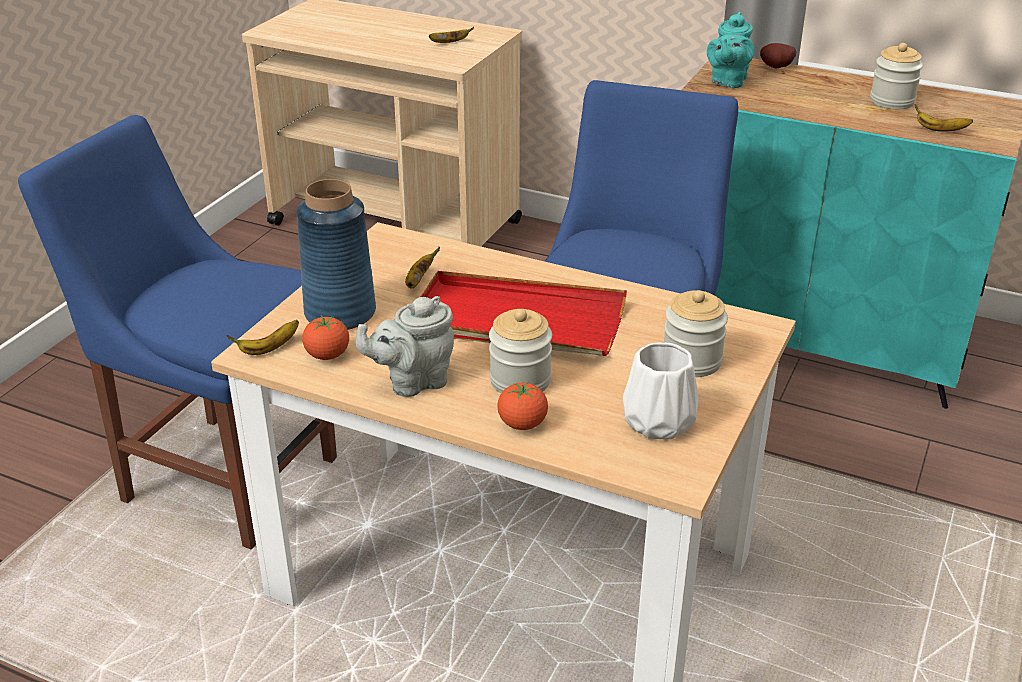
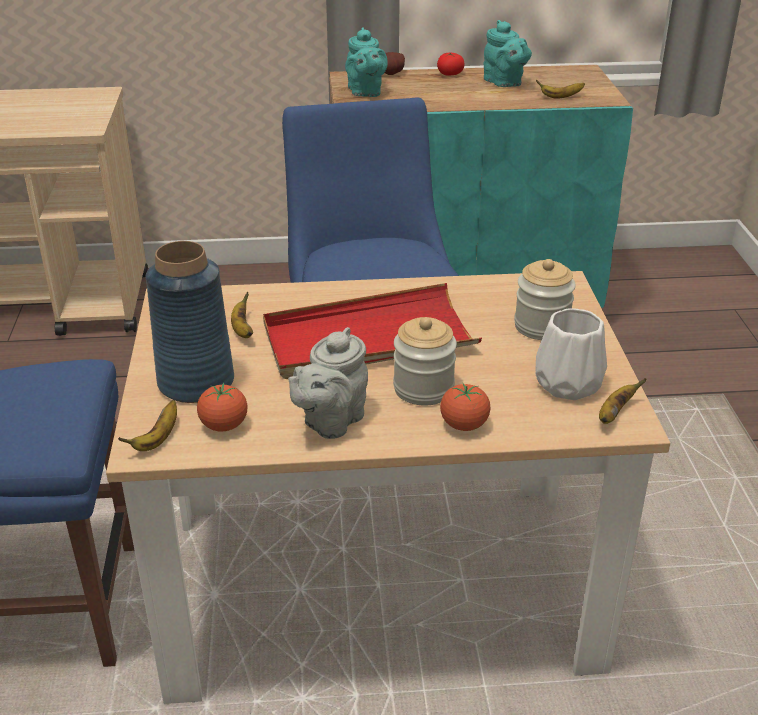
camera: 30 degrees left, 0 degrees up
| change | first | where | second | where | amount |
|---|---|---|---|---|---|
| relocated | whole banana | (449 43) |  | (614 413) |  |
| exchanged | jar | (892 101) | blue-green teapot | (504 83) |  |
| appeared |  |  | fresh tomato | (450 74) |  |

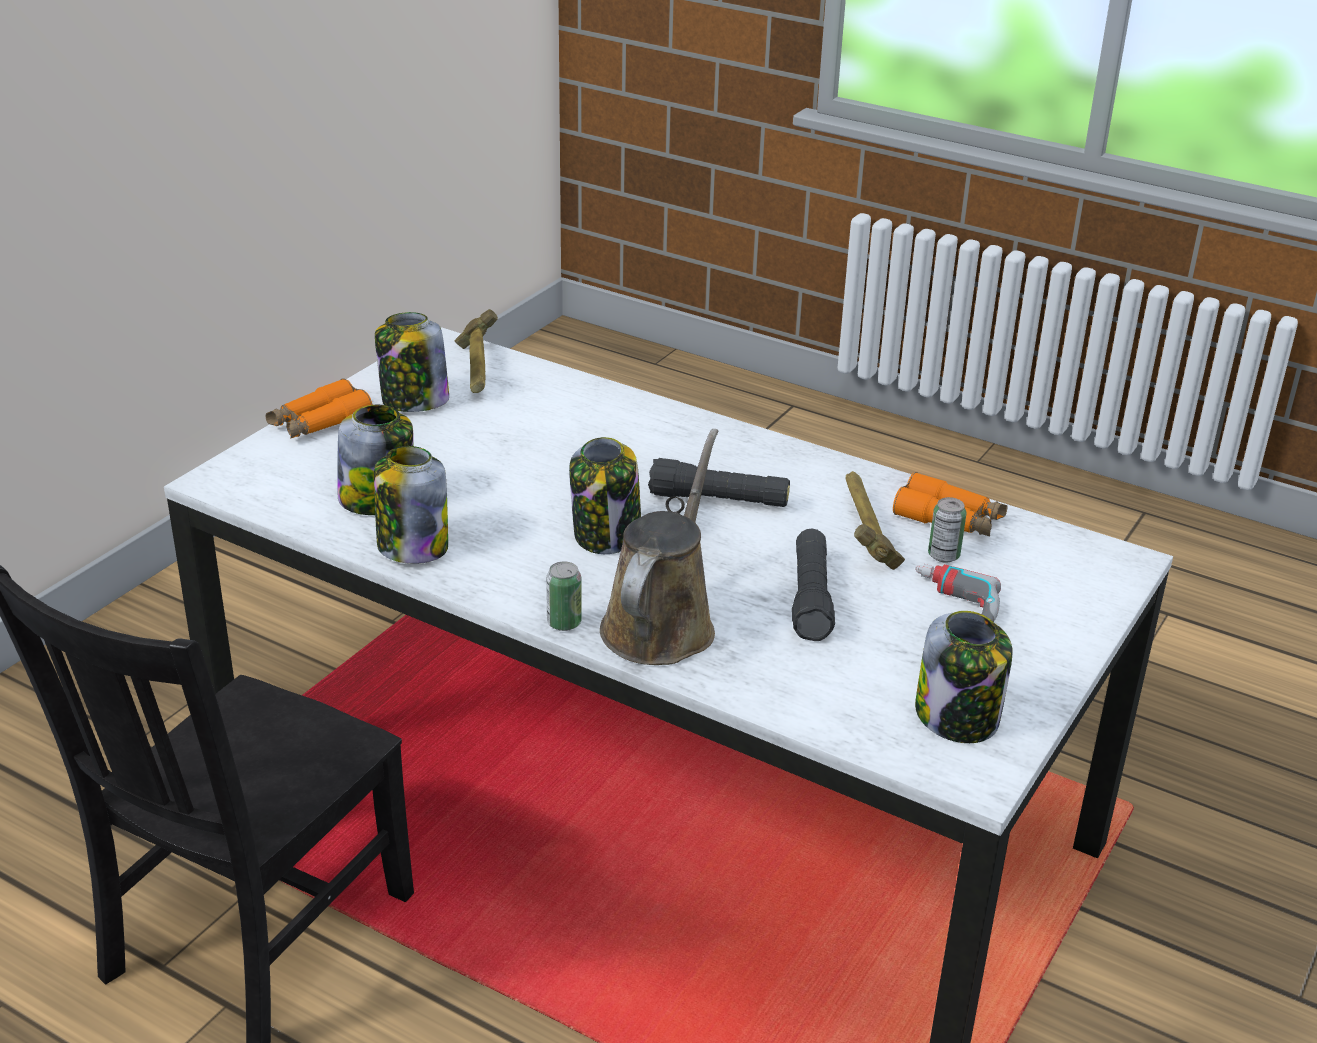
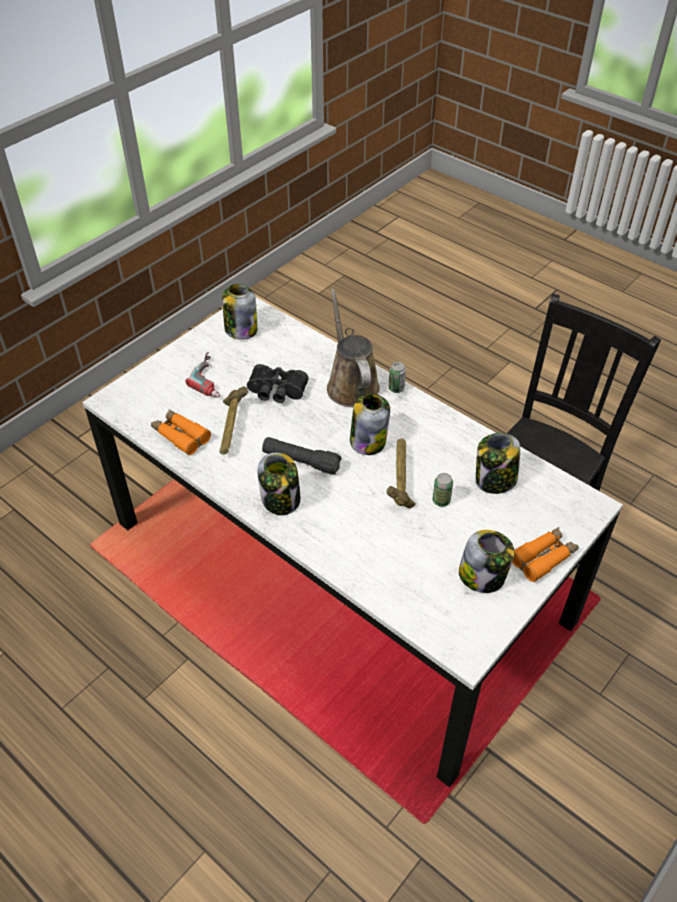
camera: 170 degrees left, 15 degrees up
| change | first | where | second | where | amount |
|---|---|---|---|---|---|
| relocated | jar | (412 547) |  | (281 500) |  |
| relocated | tool hammer | (477 373) |  | (401 479) |  |
| spun | brown-coloured watering pot | (661 623) |  | (351 384) | 135 degrees clockwise |
| exchanged | blackish hand torch | (810 598) | blackish pair of binoculars | (276 392) |  |
| relocated | sealed can | (943 555) |  | (441 500) |  |

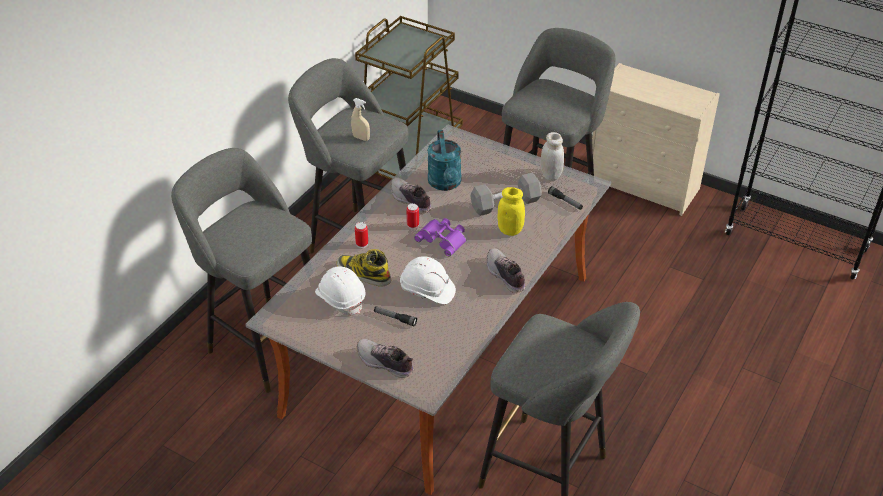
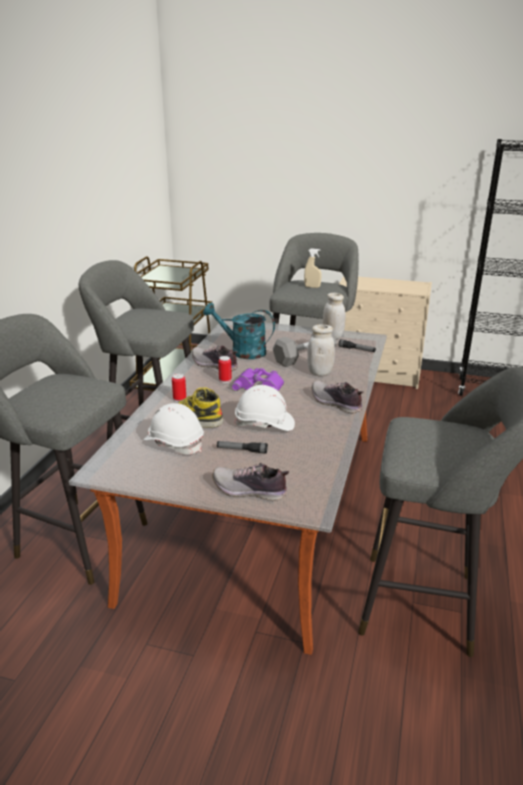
camera: 15 degrees left, 15 degrees down
| change | first | where | second | where | amount |
|---|---|---|---|---|---|
| relocated | beige spray bottle | (361 138) |  | (312 287) |  |
| spun | blue-green watering pot | (446 184) |  | (242 351) | 135 degrees clockwise |
| colour | yellowish jar | (510 230) | white jar | (320 372) |  |

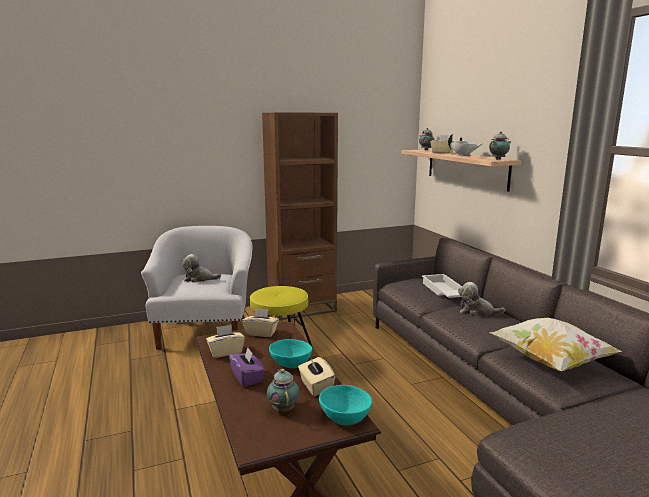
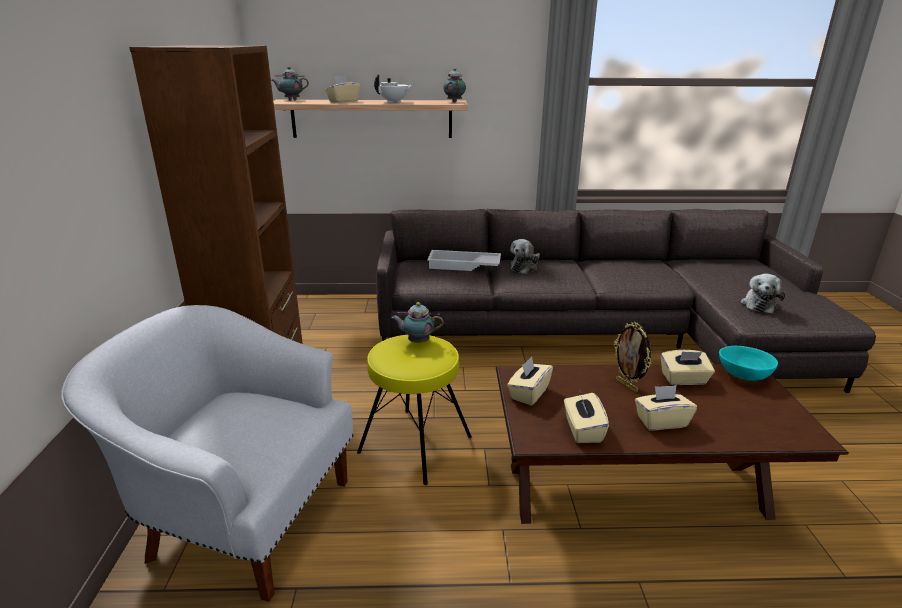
camera: 70 degrees left, 10 degrees up
| change | first | where | second | where | amount |
|---|---|---|---|---|---|
| relocated | soft toy | (199 279) |  | (759 304) |  |
| colour | purple-coloured tissue holder | (247 378) | beige tissue holder | (661 421) |  |
| relocated | teapot | (283 408) |  | (417 341) |  |
| exchanged | blue-green serving bowl | (290 364) | standing frame | (627 386) |  |
| missing | throw pillow | (550 362) |  |  |  |

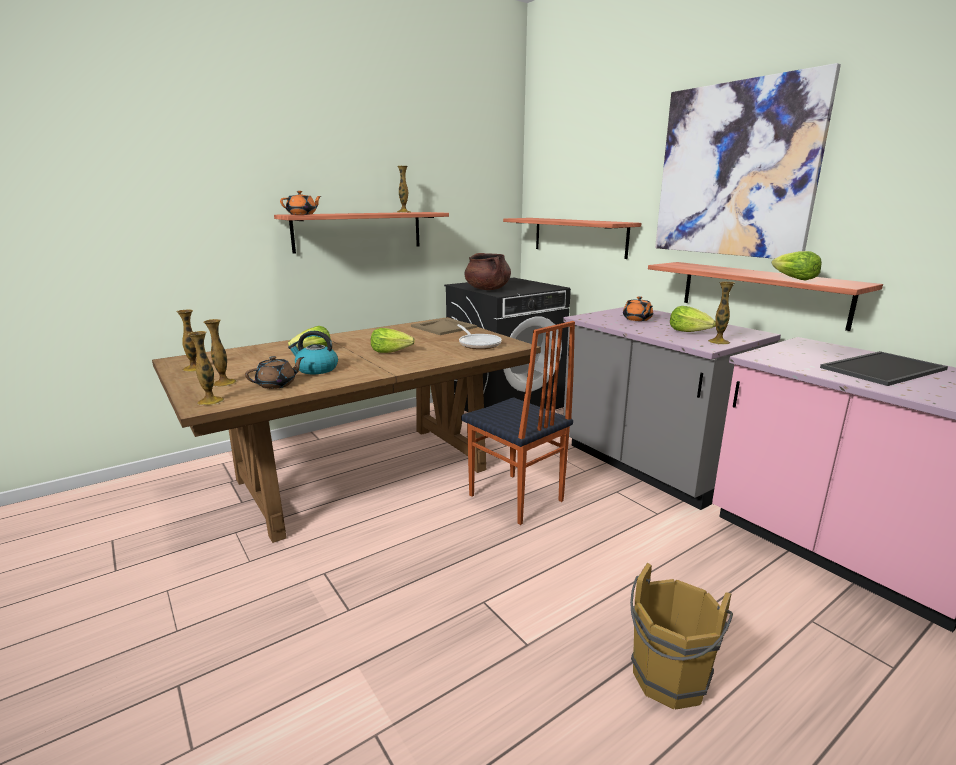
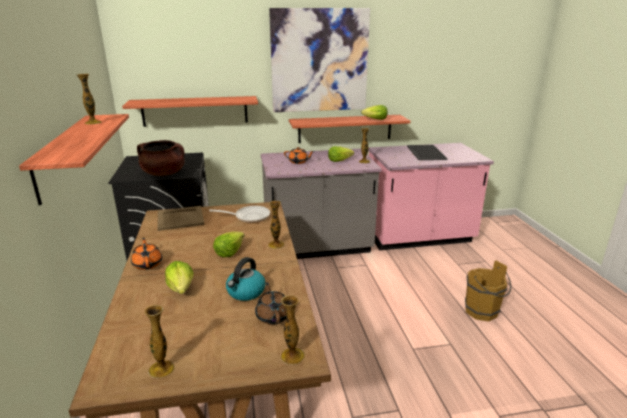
camera: 65 degrees left, 5 degrees up
| change | first | where | second | where | amount |
|---|---|---|---|---|---|
| relocated | vase | (224 383) |  | (276 245) |  |
| relocated | orange teapot | (302 214) |  | (148 264) |  |
| missing | plain chair | (515 499) |  |  |  |

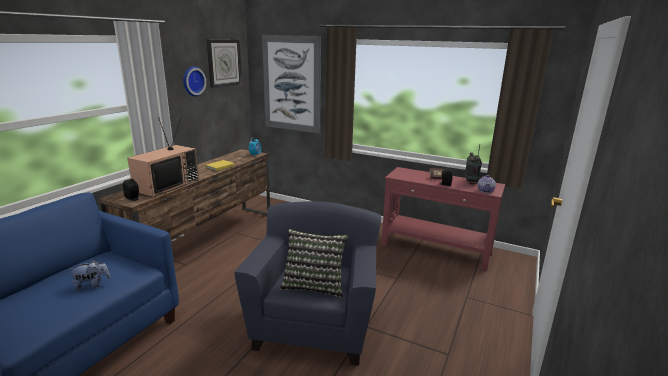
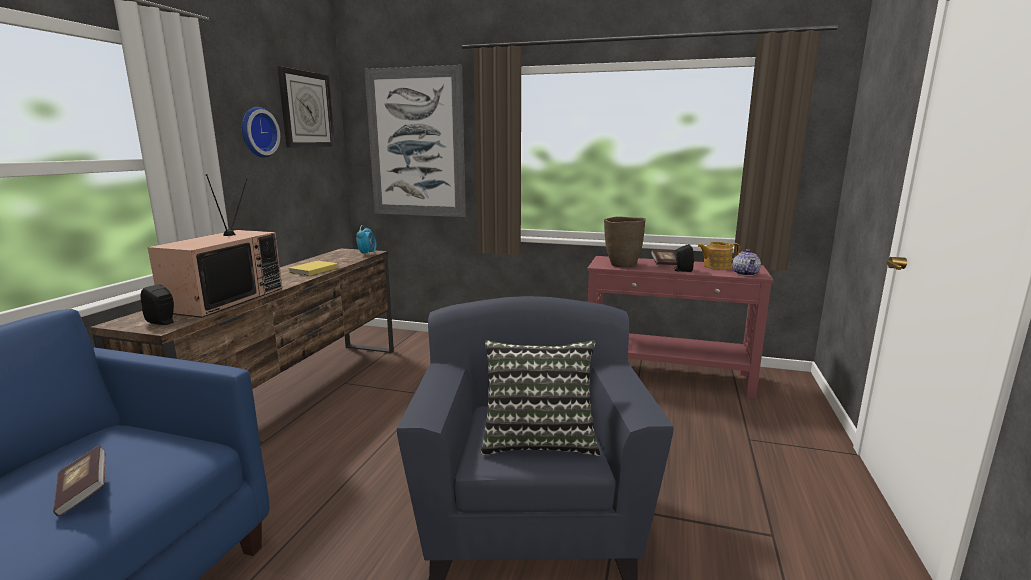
camera: 10 degrees left, 5 degrees down
| change | first | where | second | where | amount |
|---|---|---|---|---|---|
| exchanged | soft toy | (92 285) | book | (83 492) |  |
| exchanged | radio receiver | (471 182) | teapot | (716 266) |  |
| appeared |  |  | brown-coloured vase | (622 265) |  |

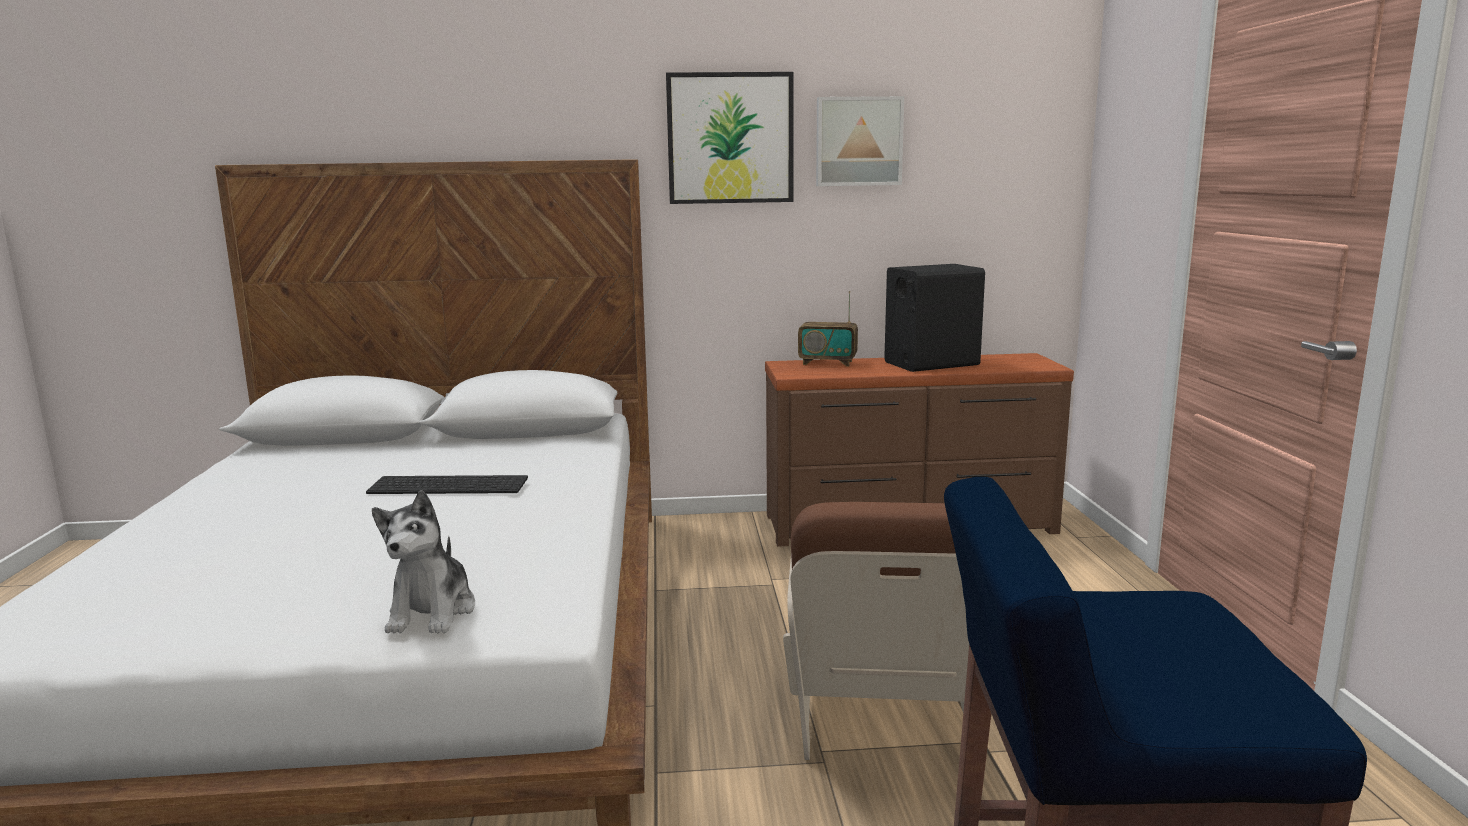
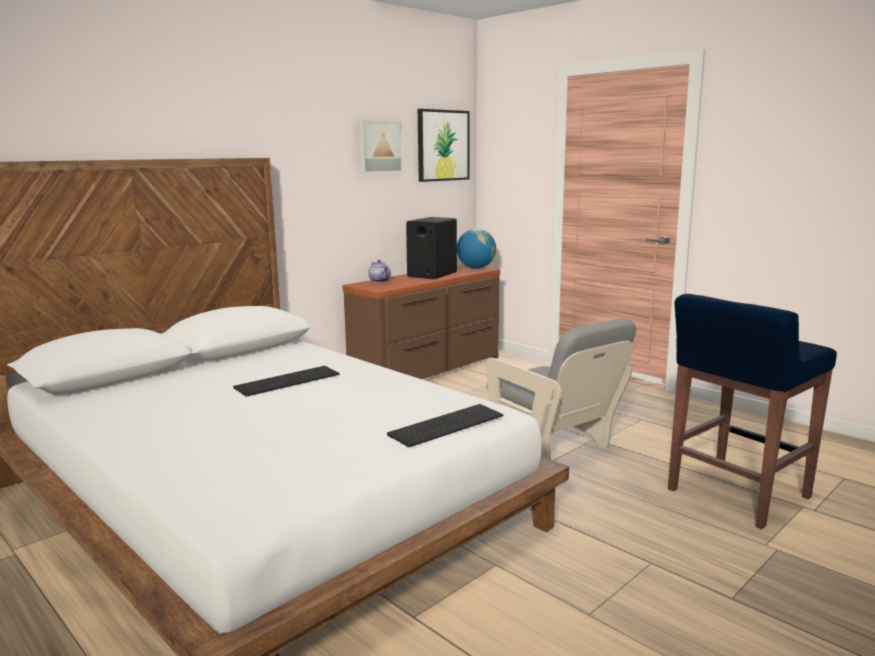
camera: 40 degrees left, 0 degrees up
| change | first | where | second | where | amount |
|---|---|---|---|---|---|
| exchanged | soft toy | (432 612) | PC keyboard | (446 424) |  |
| relocated | wall picture | (730 138) |  | (443 145) |  |
| colour | brown-coloured lounge chair | (886 724) | greyish lounge chair | (554 446) |  |
| exchanged | radio receiver | (827 363) | teapot | (380 281) |  |
| appeared |  |  | globe | (476 268) |  |

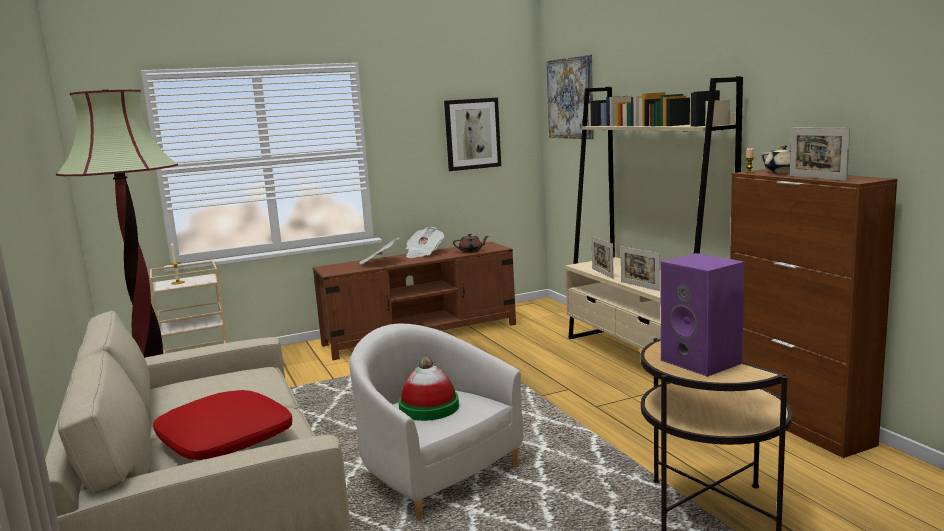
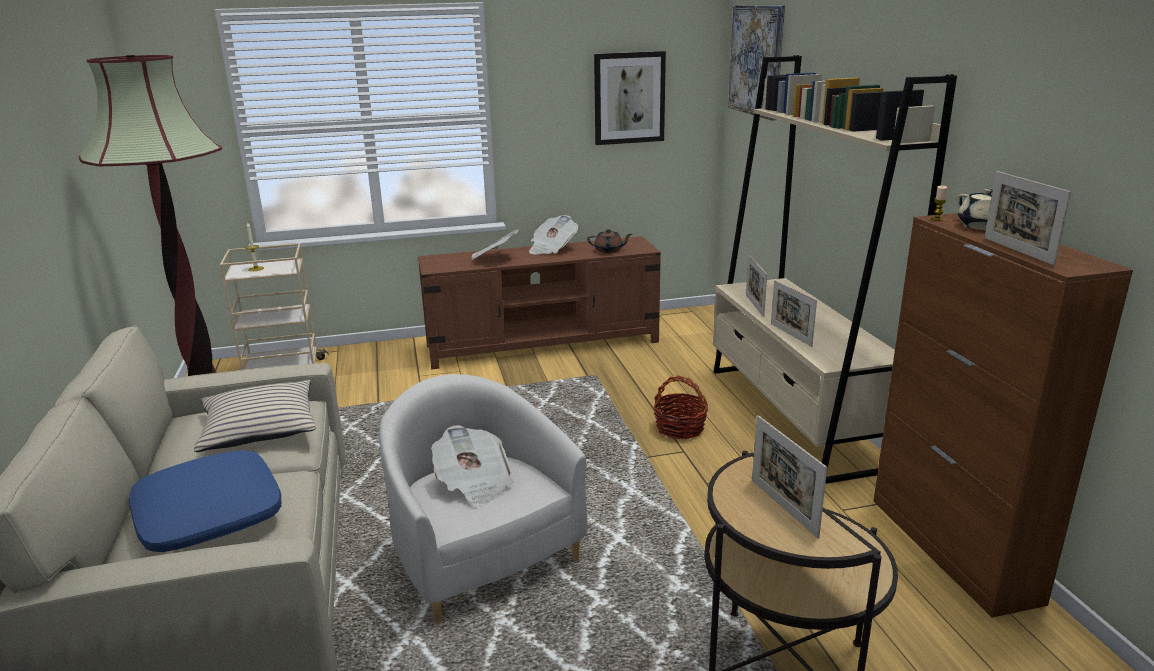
camera: 10 degrees right, 10 degrees up
| change | first | where | second | where | amount |
|---|---|---|---|---|---|
| colour | reddish throw pillow | (224 439) | blue throw pillow | (208 515) |  |
| exchanged | wearable hat | (429 407) | daily paper | (474 484) |  |
| exchanged | purple-coloured speaker | (703 362) | standing frame | (783 508) |  |
| appeared |  |  | beige throw pillow | (259 428) |  |
| appeared |  |  | storage basket | (680 428) |  |

